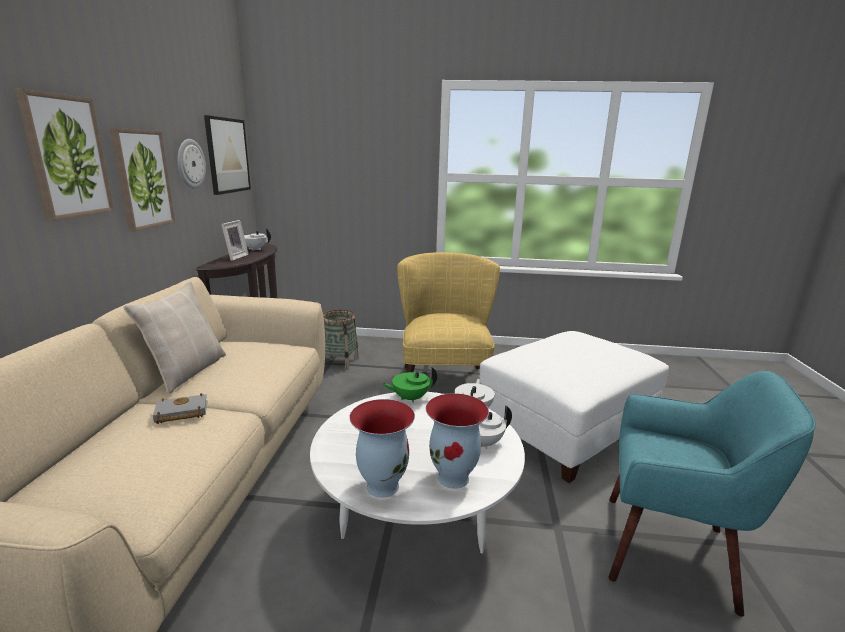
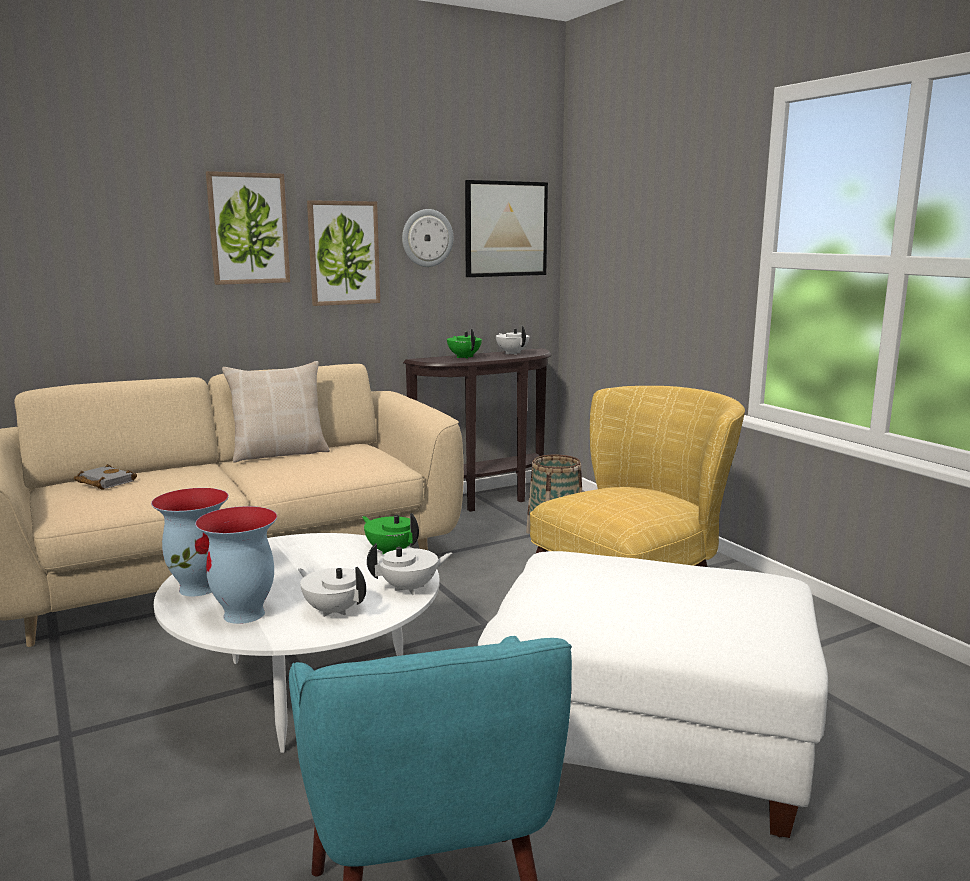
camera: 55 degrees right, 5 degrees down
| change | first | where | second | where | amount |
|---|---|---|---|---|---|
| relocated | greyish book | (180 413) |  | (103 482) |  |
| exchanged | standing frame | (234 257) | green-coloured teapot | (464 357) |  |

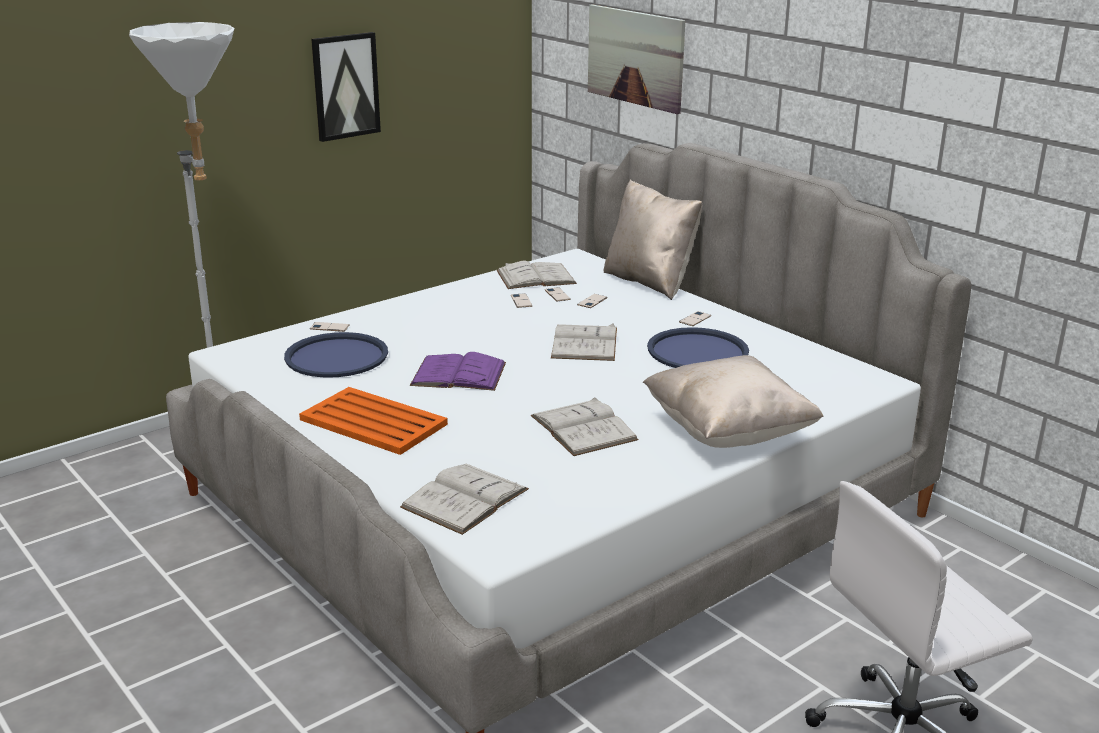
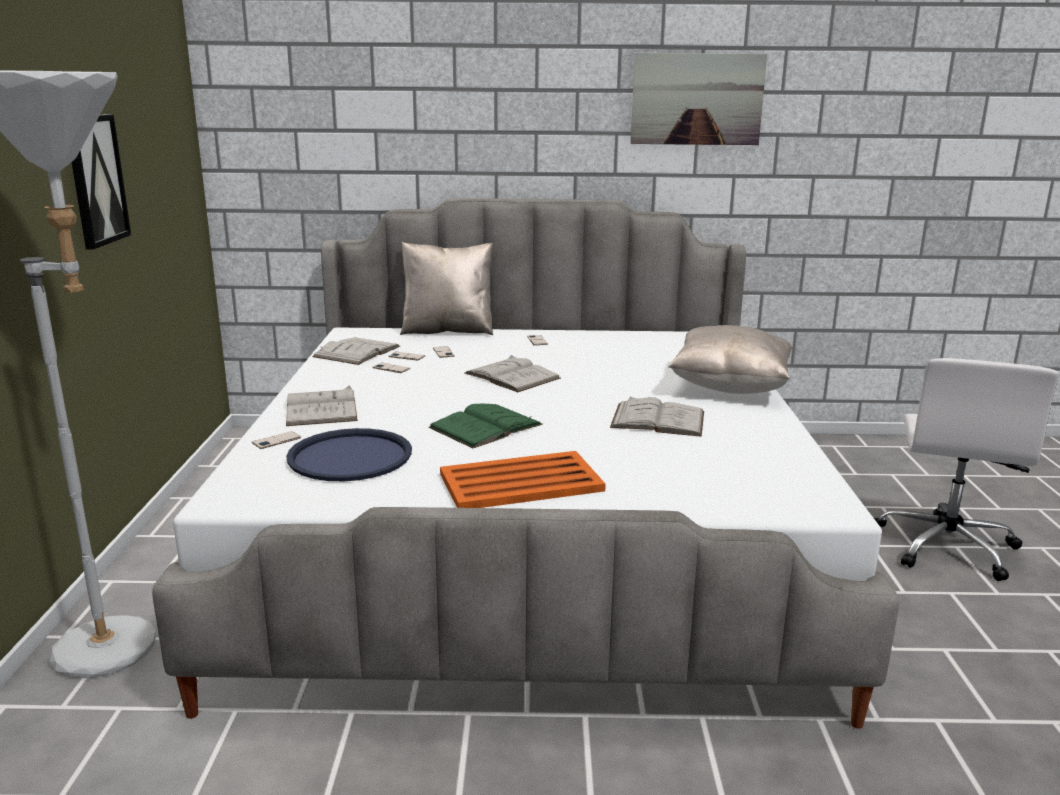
camera: 50 degrees left, 5 degrees down
| change | first | where | second | where | amount |
|---|---|---|---|---|---|
| relocated | white book | (465 498) |  | (321 408) |  |
| colour | purple-coloured book | (458 374) | green-coloured book | (485 426) |  |
| relocated | wall picture | (635 57) |  | (697 99) |  |
| missing | blue carrying tray | (697 351) |  |  |  |

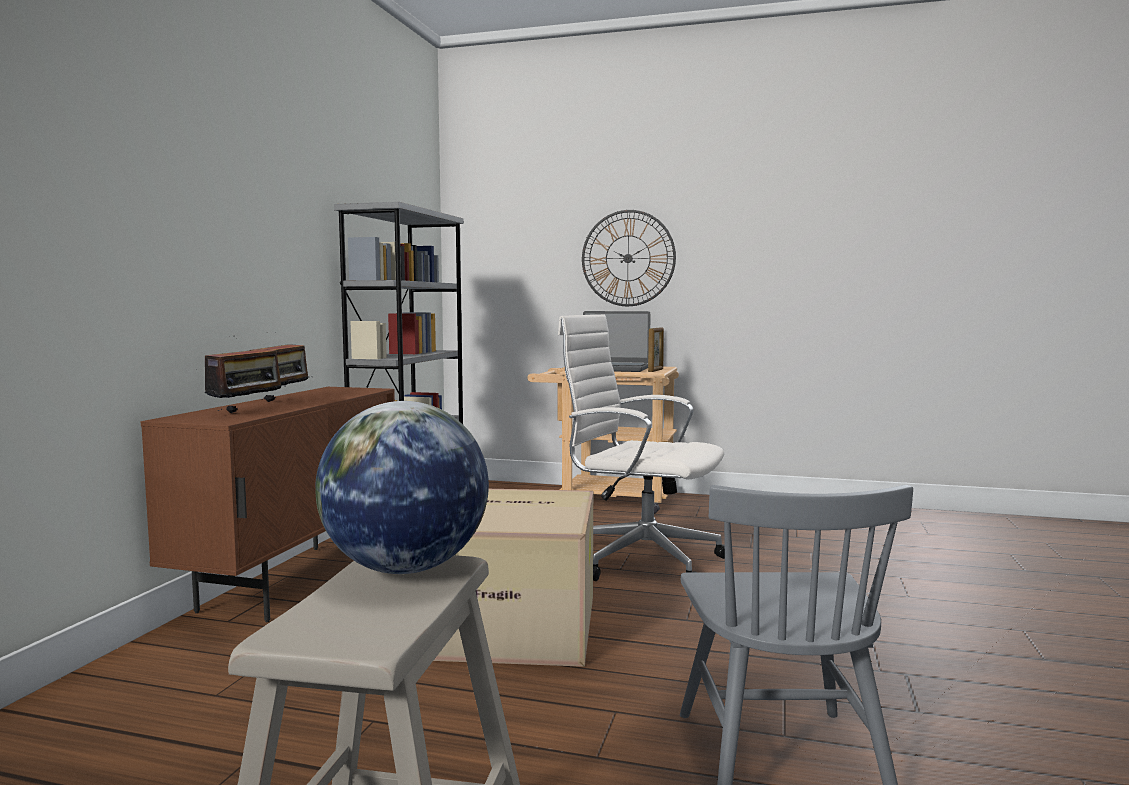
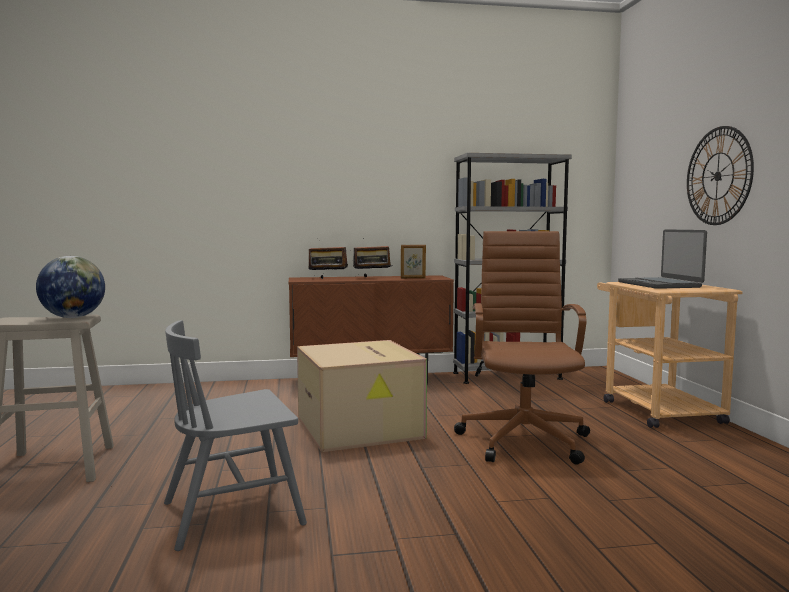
camera: 65 degrees right, 0 degrees up
| change | first | where | second | where | amount |
|---|---|---|---|---|---|
| colour | white desk chair | (641 559) | brown-coloured desk chair | (524 439) |  |
| relocated | standing frame | (656 370) |  | (413 278) |  |

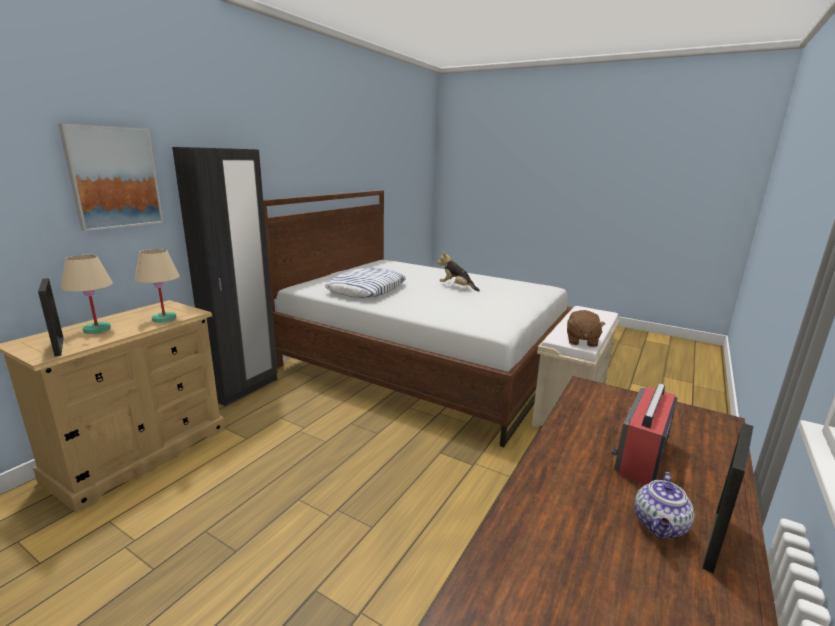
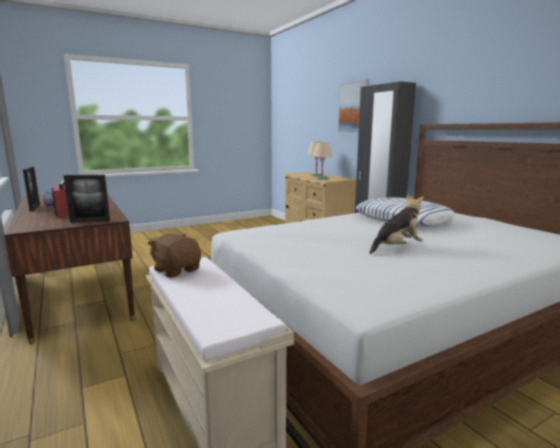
camera: 120 degrees right, 5 degrees down
| change | first | where | second | where | amount |
|---|---|---|---|---|---|
| relocated | standing frame | (59 346) |  | (90 221) |  |

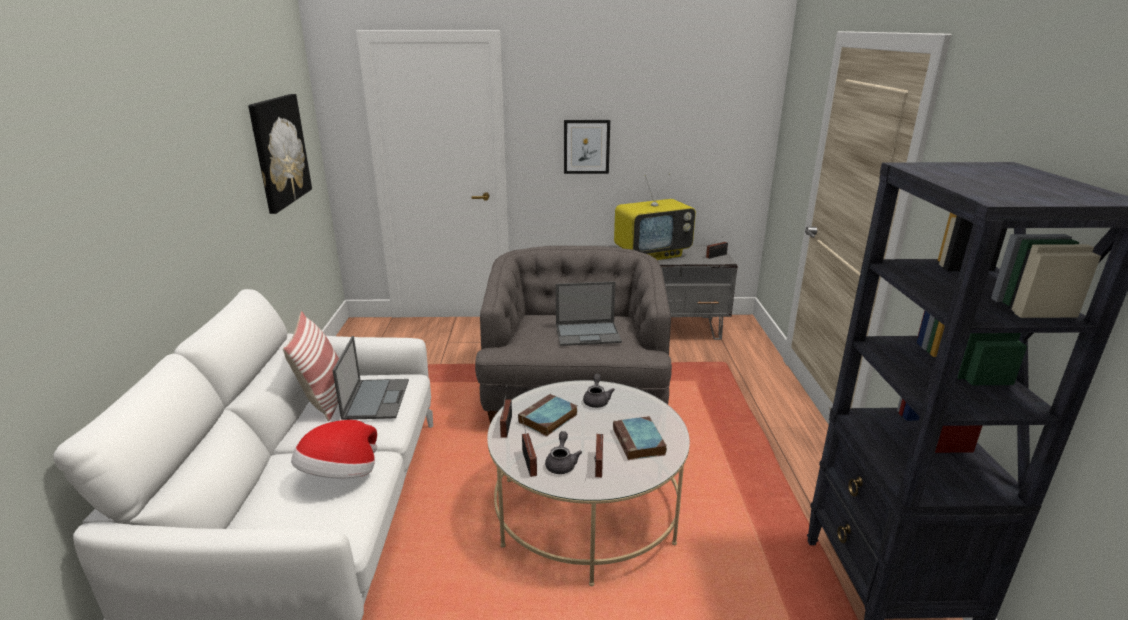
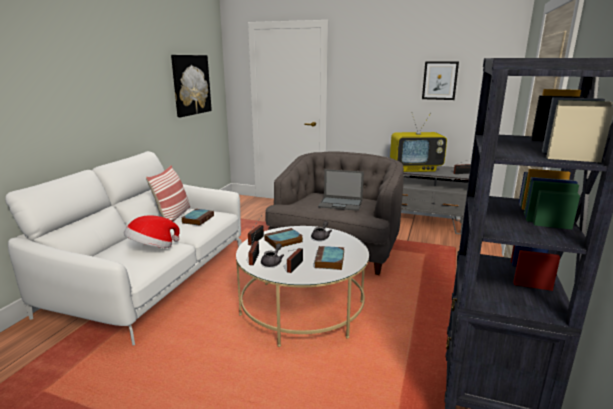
camera: 20 degrees right, 5 degrees down
| change | first | where | second | where | amount |
|---|---|---|---|---|---|
| exchanged | portable computer | (376 398) | book | (198 219) |  |
| relocated | wall picture | (586 147) |  | (440 80) |  |

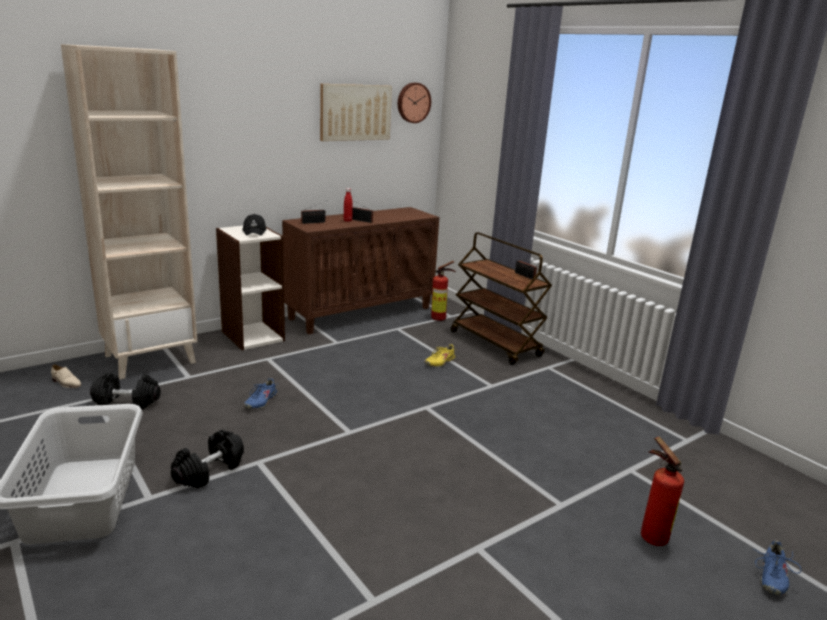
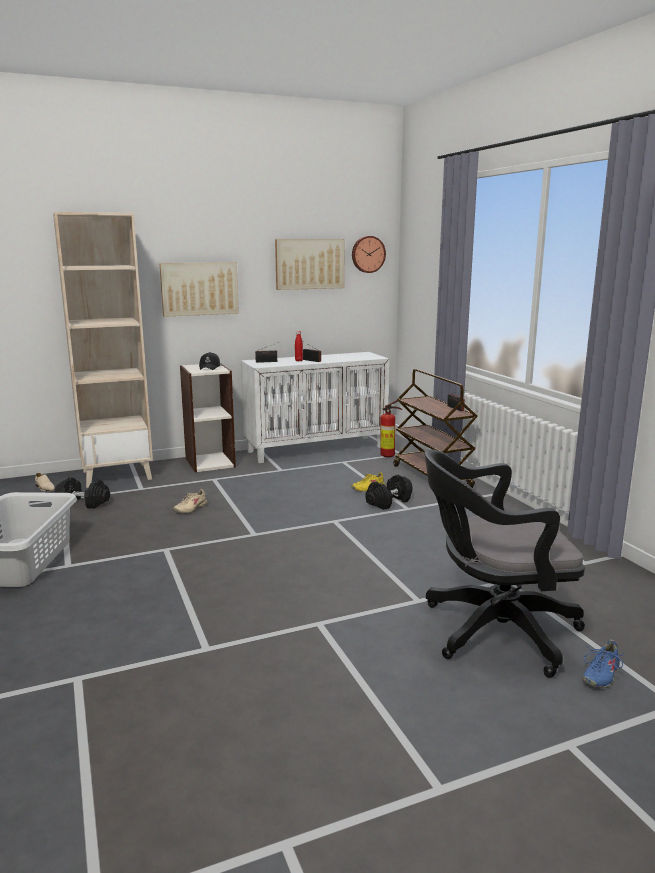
camera: 15 degrees right, 5 degrees down
| change | first | where | second | where | amount |
|---|---|---|---|---|---|
| relocated | blackish dumbbell | (209 471) |  | (389 502) |  |
| colour | blue shoe | (260 401) | beige shoe | (190 508) |  |
| colour | brown-coloured cabinet | (361 313) | white cabinet | (316 449) |  |
| exchanged | fire-fighting cylinder | (650 536) | blackish desk chair | (492 631) |  |
| appeared |  |  | wall picture | (199 289) |  |

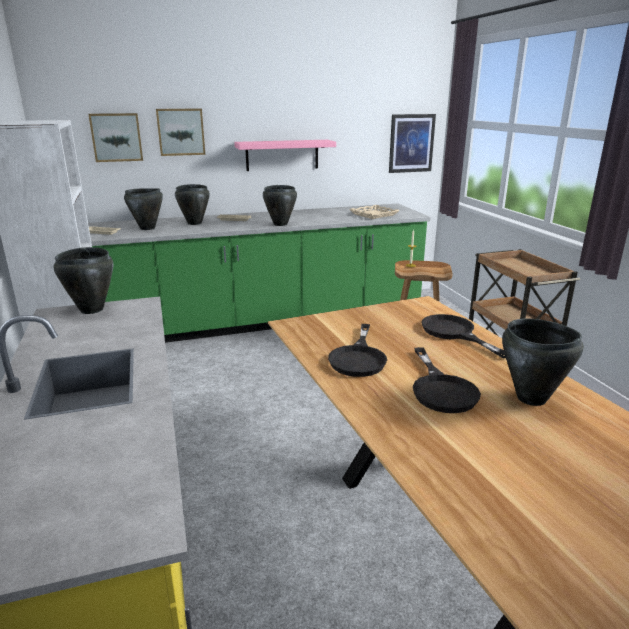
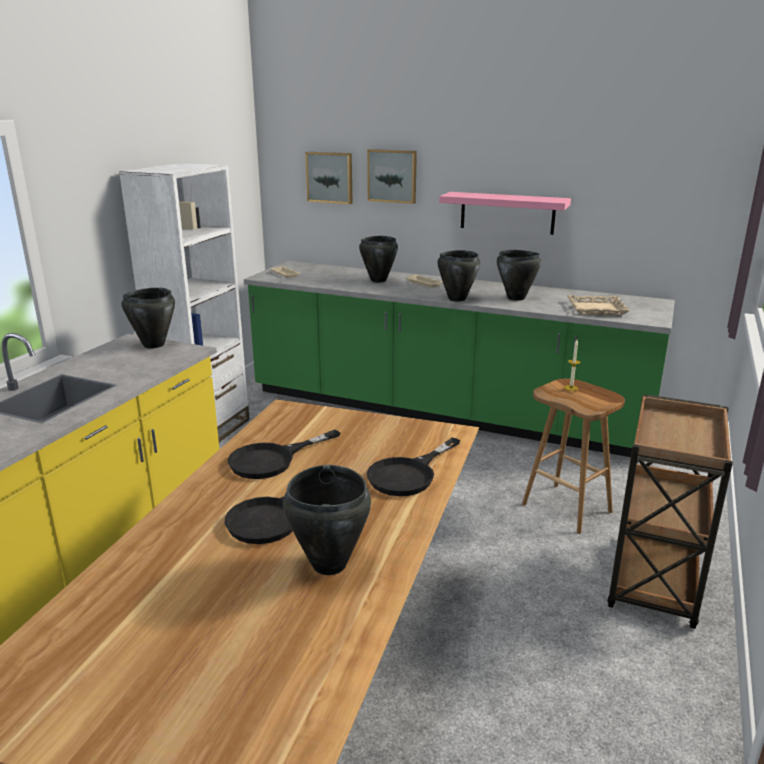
camera: 40 degrees right, 0 degrees up
| change | first | where | second | where | amount |
|---|---|---|---|---|---|
| relocated | blackish cooking pot | (147 228) |  | (516 298) |  |
| missing | wall picture | (411 143) |  |  |  |
| spun | blackish frying pan | (454 333) |  | (409 474) | 150 degrees counterclockwise |

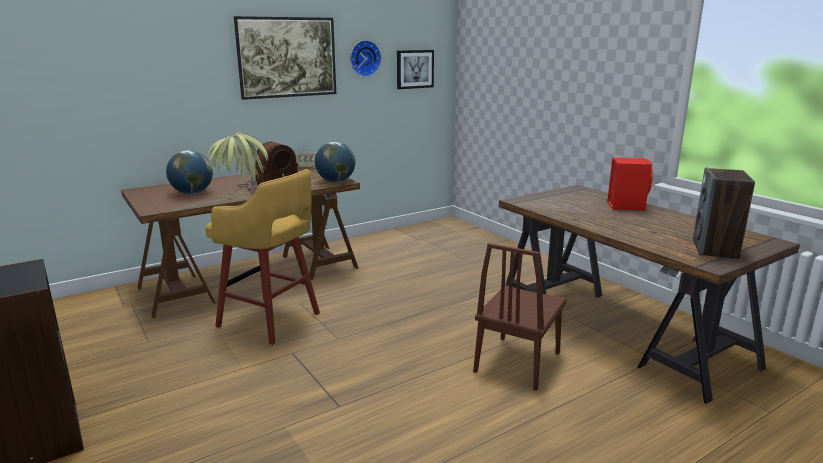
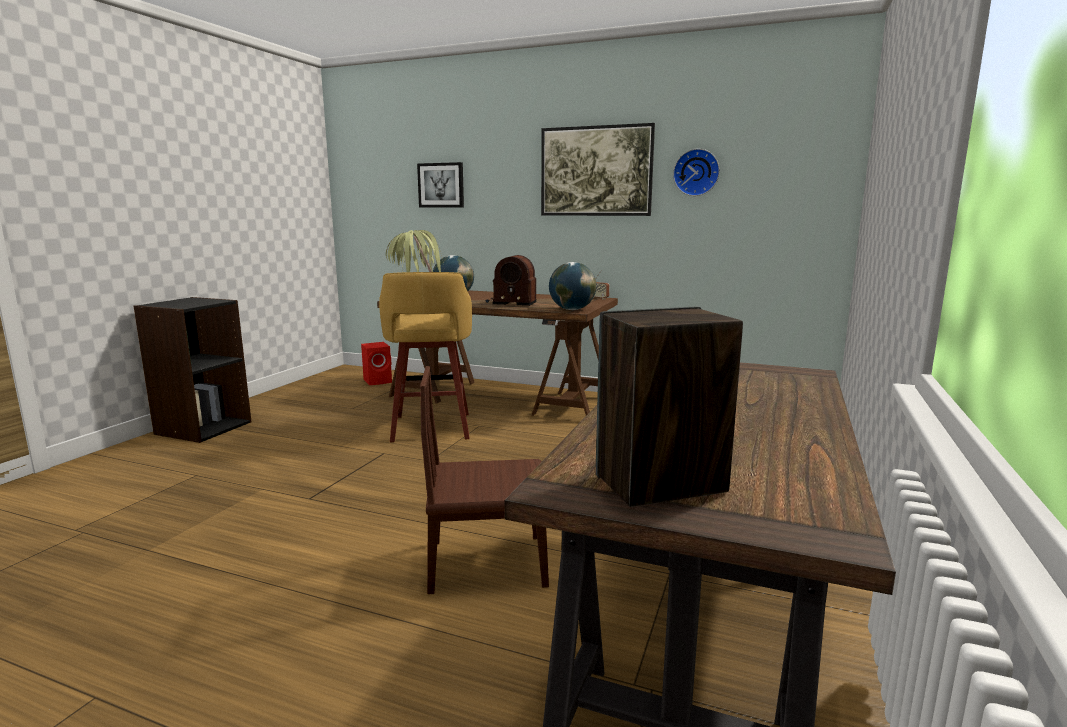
camera: 55 degrees right, 5 degrees down
| change | first | where | second | where | amount |
|---|---|---|---|---|---|
| relocated | wall picture | (414 69) |  | (441 185) |  |
| relocated | reddish speaker | (626 206) |  | (378 381) |  |

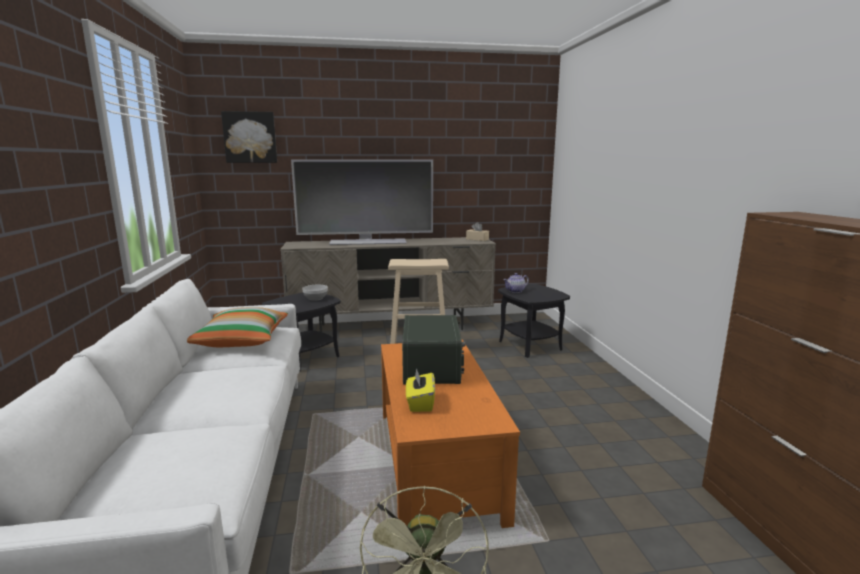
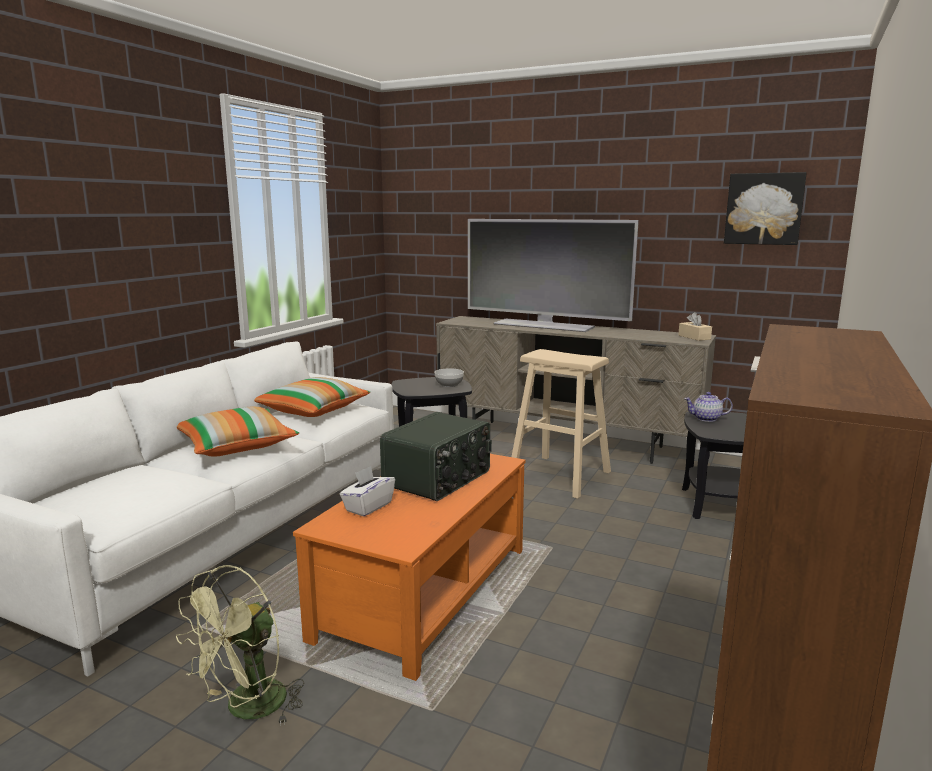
camera: 35 degrees right, 0 degrees up
| change | first | where | second | where | amount |
|---|---|---|---|---|---|
| relocated | wall picture | (250 137) |  | (764 209) |  |
| colour | yellowish tissue holder | (420 403) | white tissue holder | (368 507) |  |
| appeared |  |  | throw pillow | (237 446) |  |

